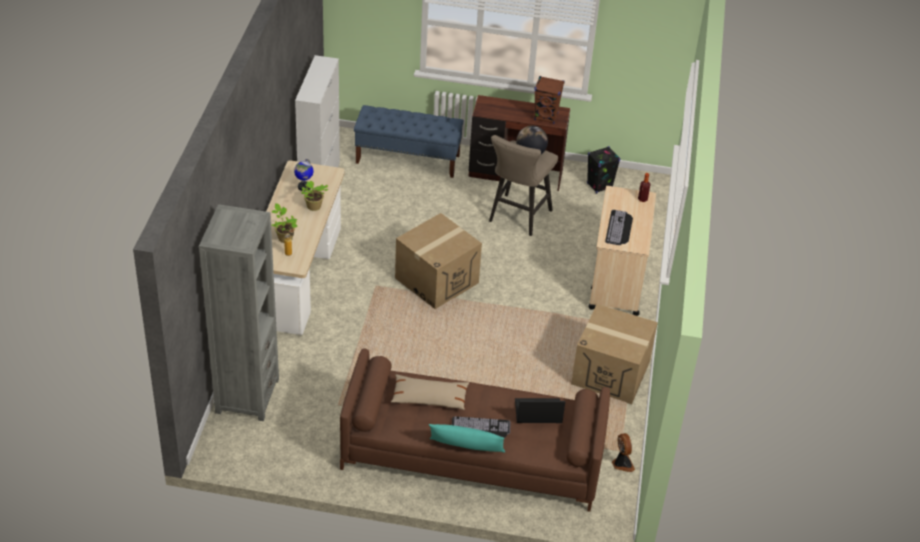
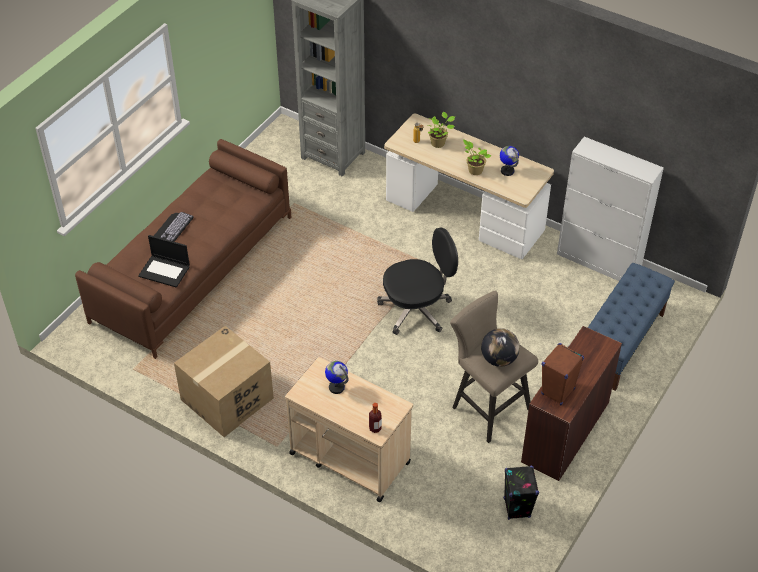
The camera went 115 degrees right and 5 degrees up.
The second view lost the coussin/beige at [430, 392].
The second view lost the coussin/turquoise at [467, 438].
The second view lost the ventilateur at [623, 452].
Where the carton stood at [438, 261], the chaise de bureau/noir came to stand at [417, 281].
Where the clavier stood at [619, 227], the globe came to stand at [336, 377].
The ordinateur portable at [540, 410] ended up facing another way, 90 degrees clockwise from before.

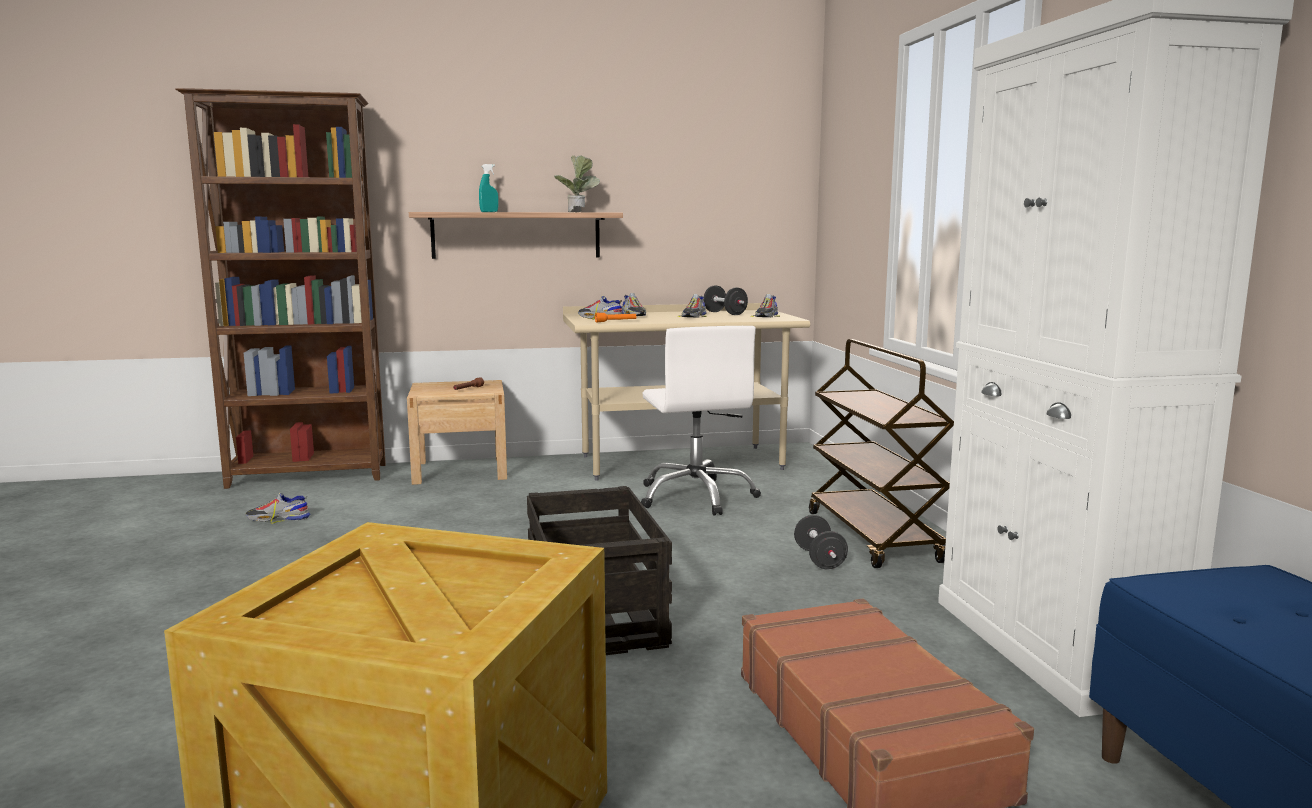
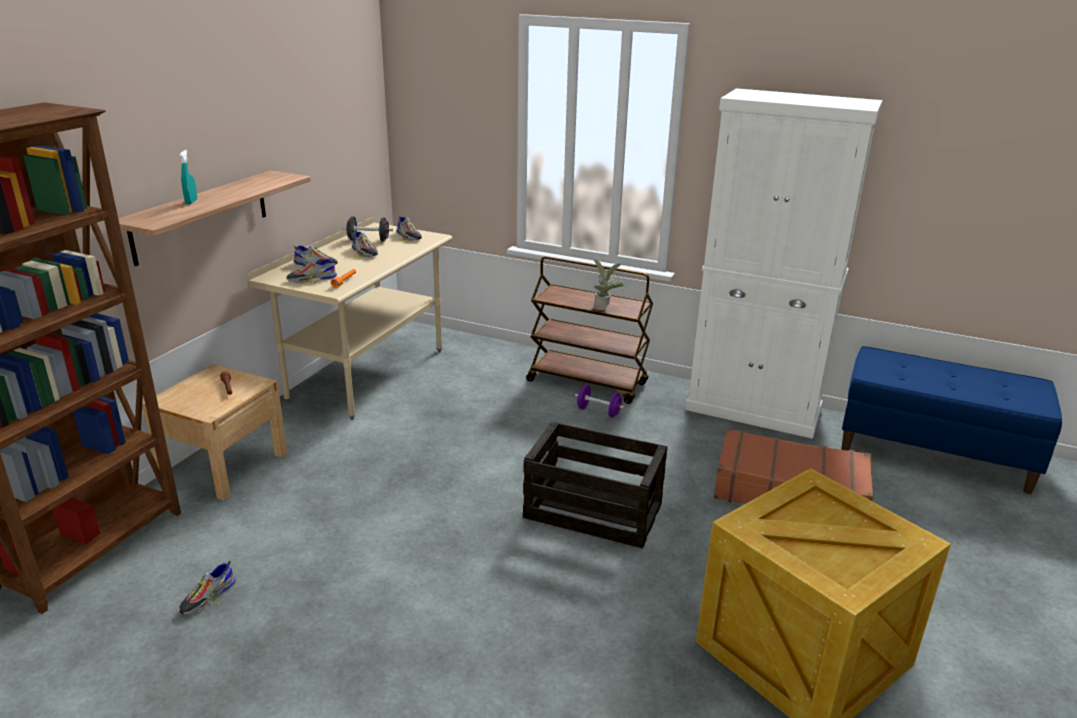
The camera went 55 degrees left and 15 degrees up.
The second view lost the chaise de bureau/blanc at [701, 421].
The plante en pot ended up elsewhere, having gone from [577, 183] to [609, 284].
What was the haltère/noir at [821, 542] turned into the haltère/violet at [600, 401].

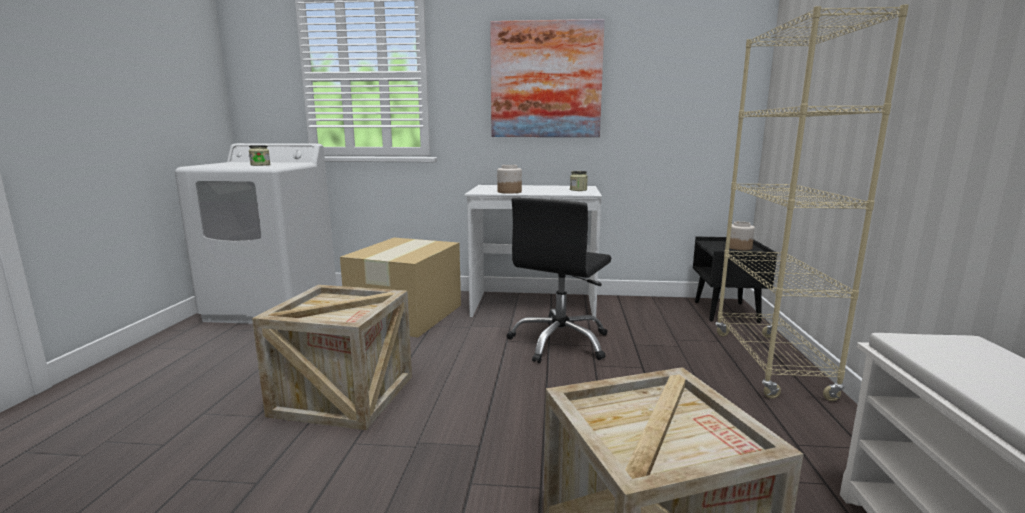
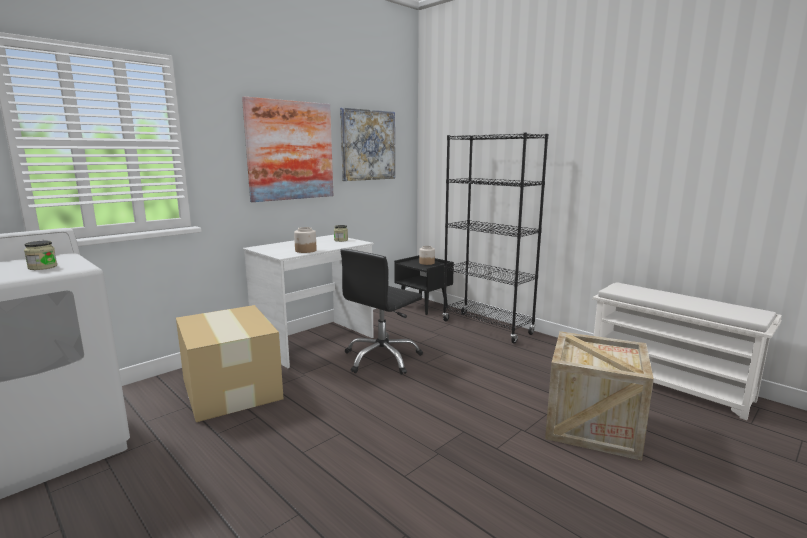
The camera went 50 degrees left and 0 degrees up.
The second view lost the caisse at [332, 357].
The second view gained the tableau at [367, 144].
What was the bibliothèque/beige at [812, 202] turned into the bibliothèque/noir at [495, 238].
The chaise de bureau/noir at [559, 280] ended up facing another way, 60 degrees clockwise from before.

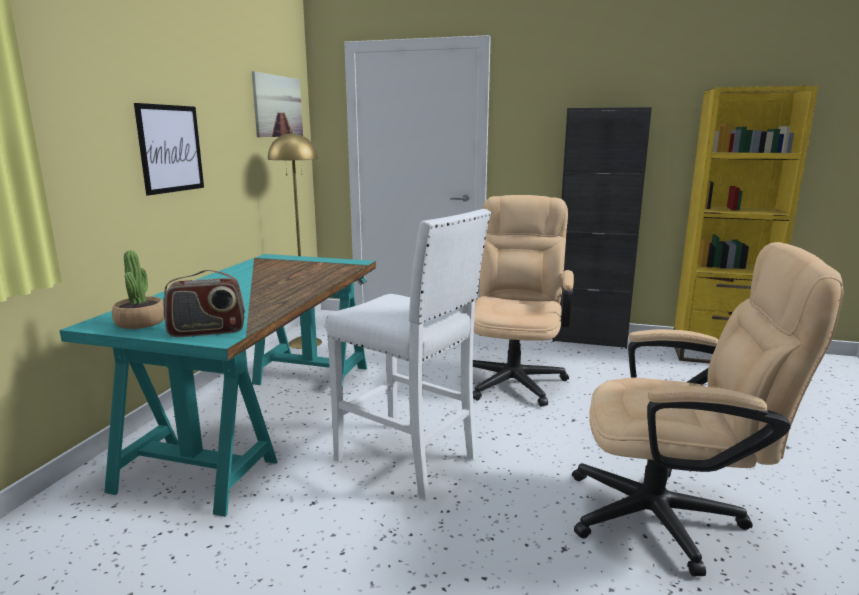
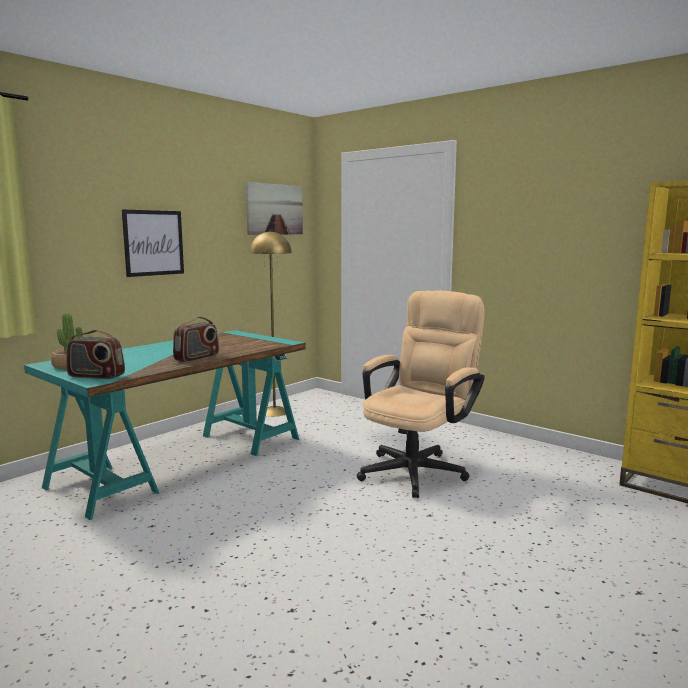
The camera went 25 degrees right and 5 degrees down.
The second view lost the tabouret/blanc at [408, 354].
The second view lost the meuble de rangement/noir at [602, 228].
The second view lost the chaise de bureau/beige at [708, 409].
The second view gained the radio at [196, 339].

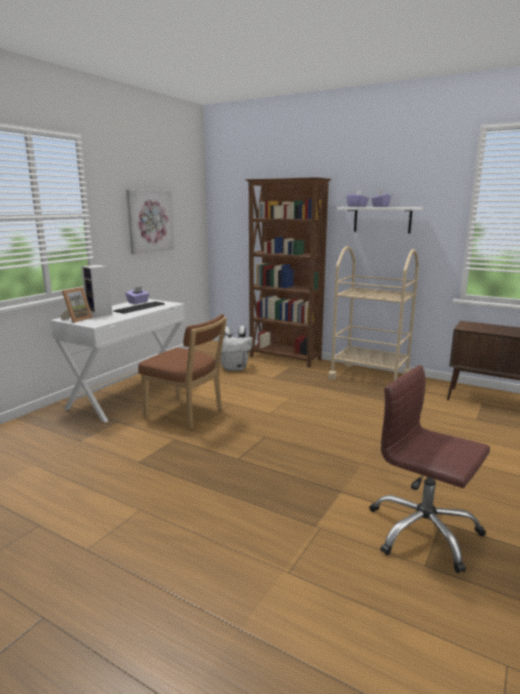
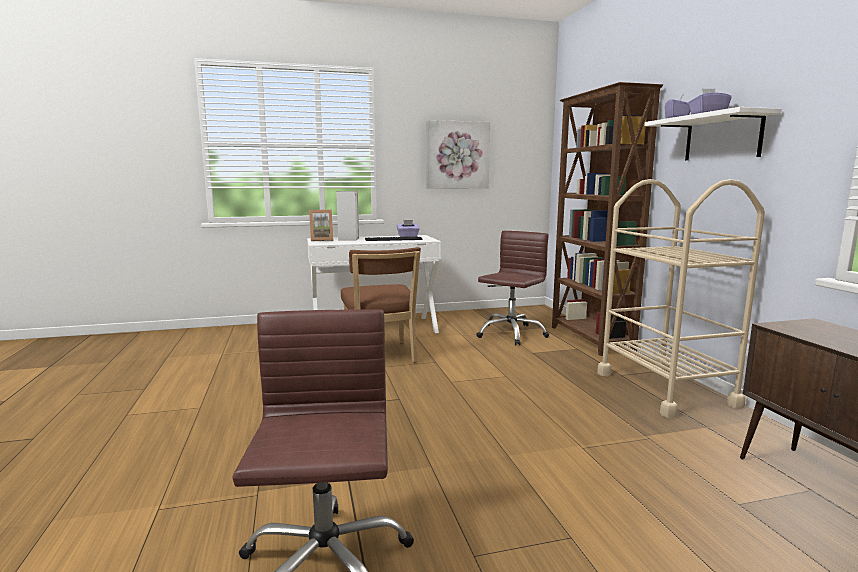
The camera went 45 degrees right and 5 degrees down.
Where the sac à dos/blanc stood at [235, 348], the chaise de bureau/marron came to stand at [512, 288].

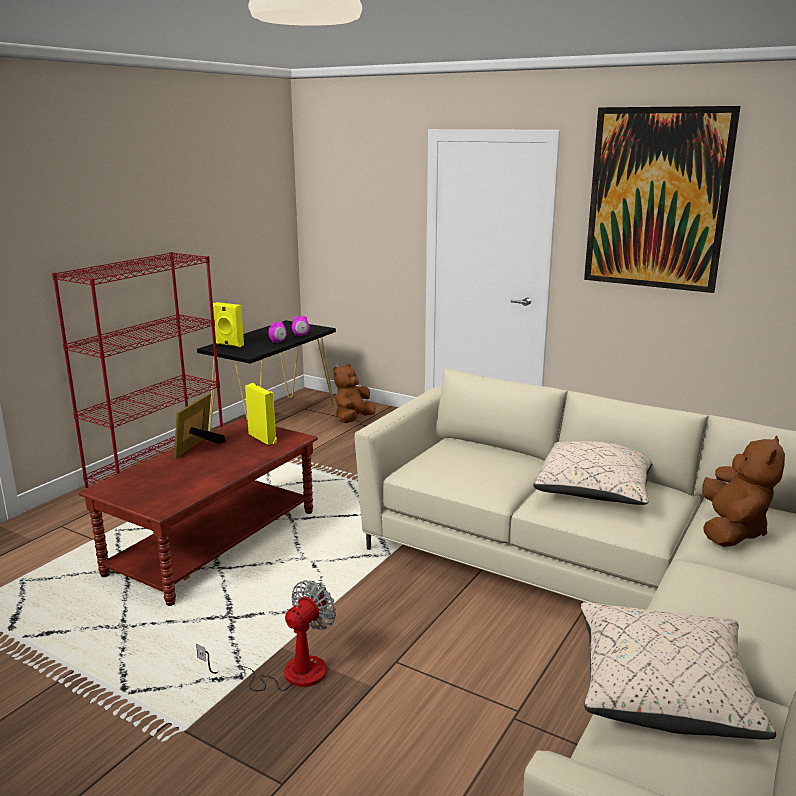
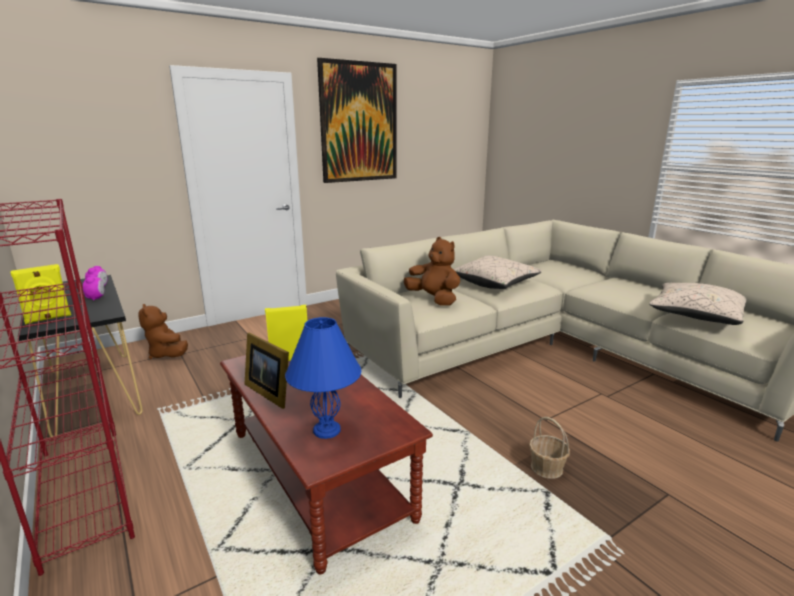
The camera went 65 degrees left and 0 degrees up.
The second view gained the lampe de table/bleu at [323, 378].
The peluche/marron ended up elsewhere, having gone from [743, 491] to [432, 271].
Where the ventilateur stood at [266, 636], the panier came to stand at [549, 448].

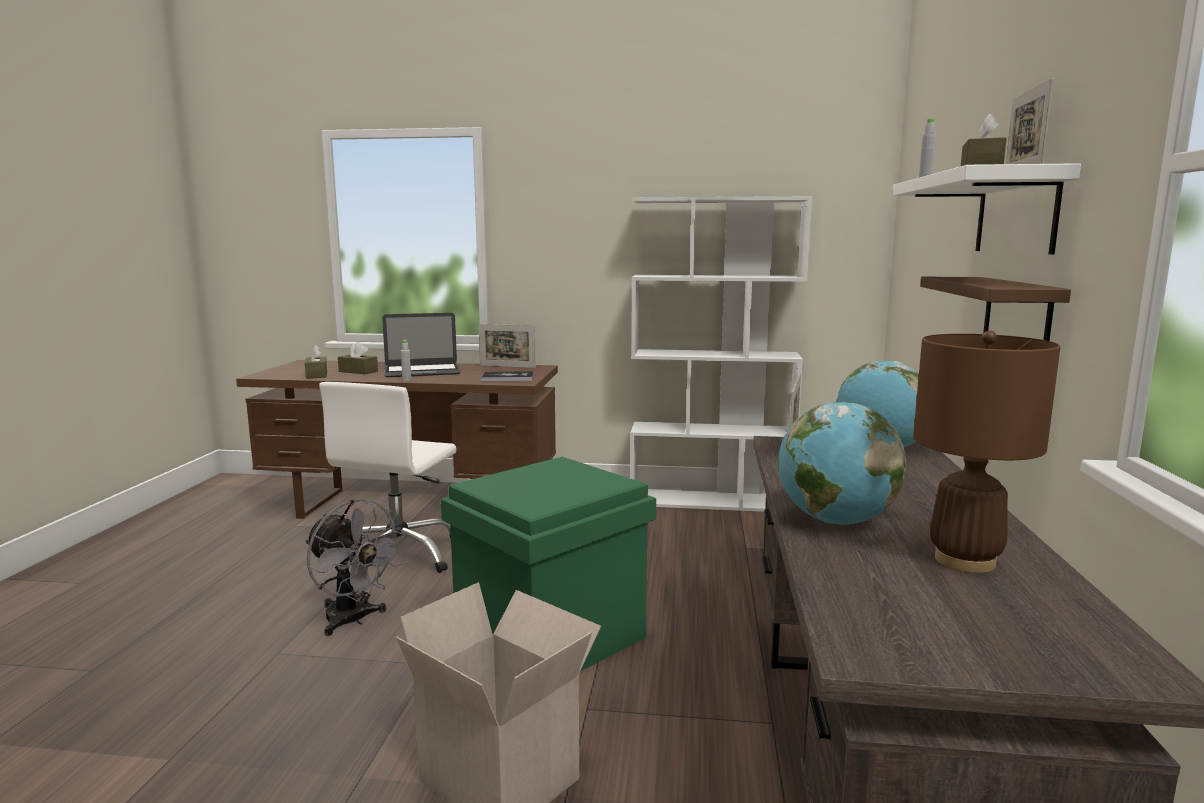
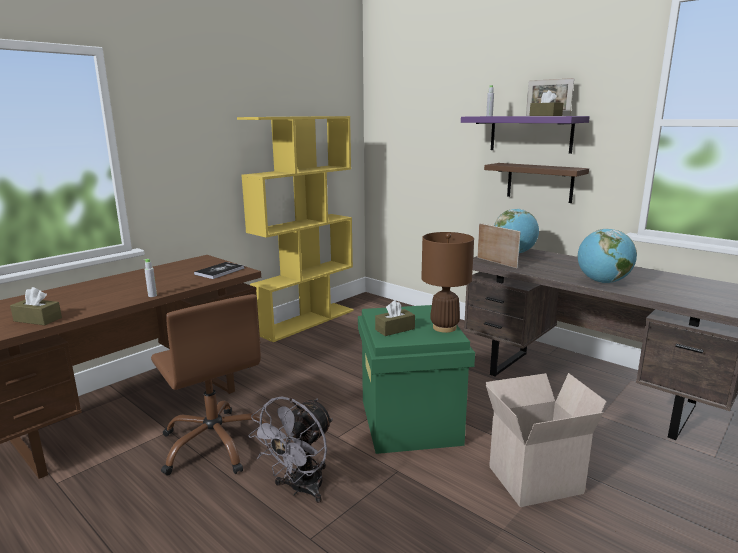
The camera went 55 degrees left and 5 degrees up.
The second view lost the ordinateur portable at [421, 345].
The second view lost the cadre photo at [507, 346].
The boîte à mouchoirs/marron ended up elsewhere, having gone from [358, 358] to [395, 318].
The lampe de table/marron ended up elsewhere, having gone from [987, 452] to [447, 282].
What was the chaise de bureau/blanc at [388, 477] turned into the chaise de bureau/marron at [209, 385].
What was the bibliothèque/blanc at [721, 354] turned into the bibliothèque/jaune at [295, 229].
What was the étagère/blanc at [986, 209] turned into the étagère/violet at [525, 135].
The ventilateur/gris at [356, 567] ended up facing another way, 135 degrees clockwise from before.

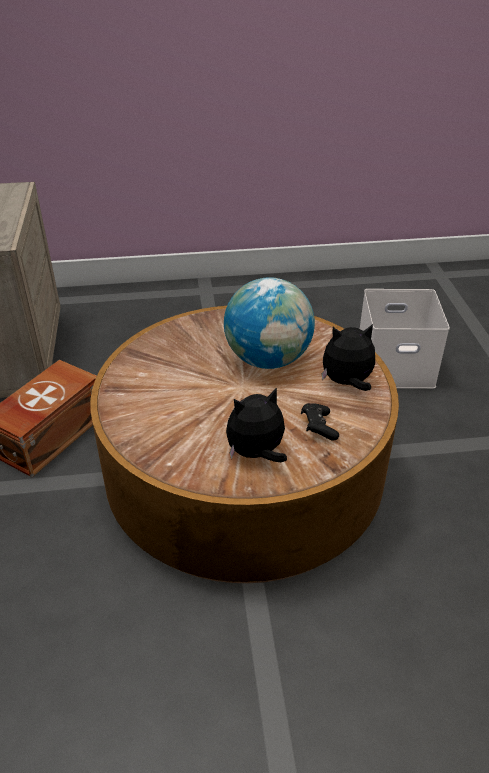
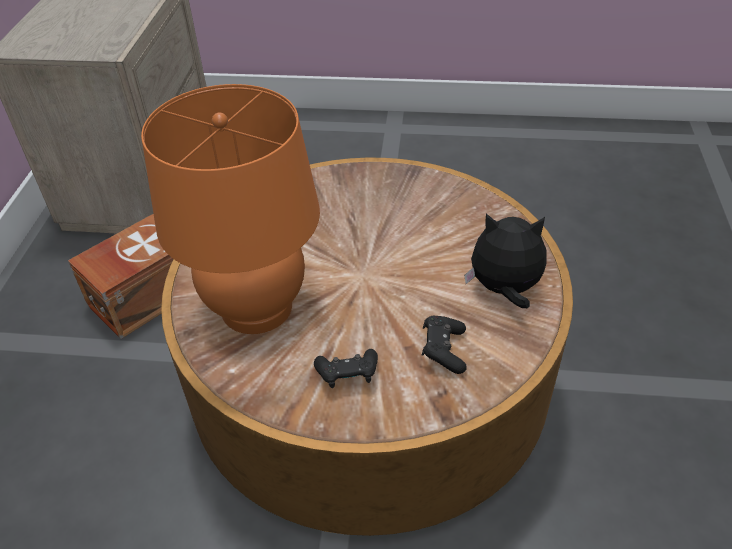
The camera went 15 degrees right and 5 degrees up.
The second view lost the globe at [269, 323].
The second view lost the boîte de rangement/blanc at [405, 339].
The second view gained the lampe de table/orange at [230, 209].
Where the peluche stood at [256, 424], the manette/noir came to stand at [346, 368].

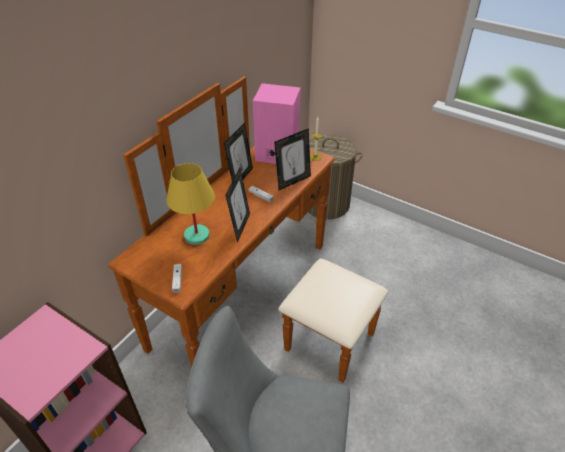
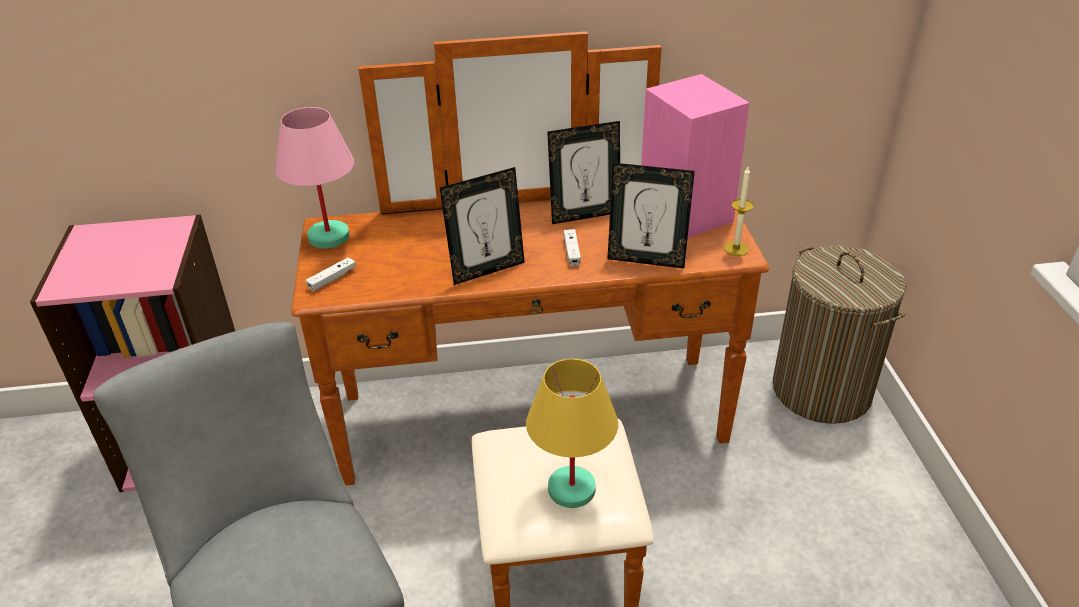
The camera went 50 degrees right and 5 degrees down.
The second view gained the lampe de table/rose at [314, 178].
The lampe de table/jaune ended up elsewhere, having gone from [190, 204] to [572, 433].

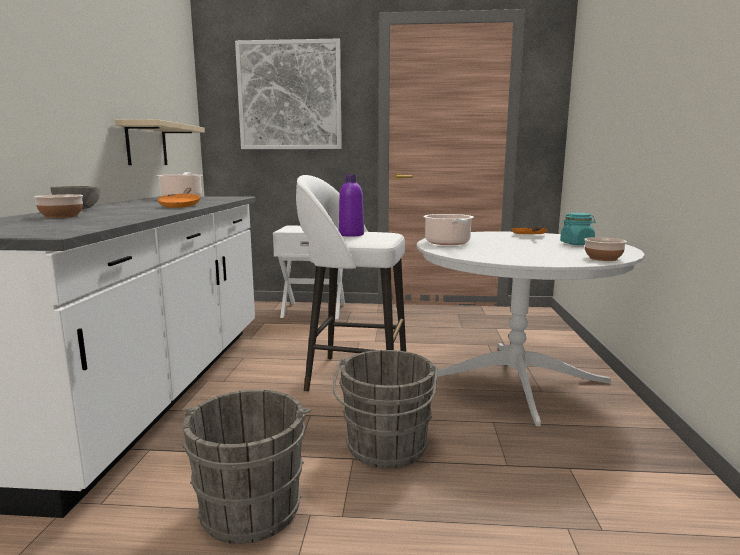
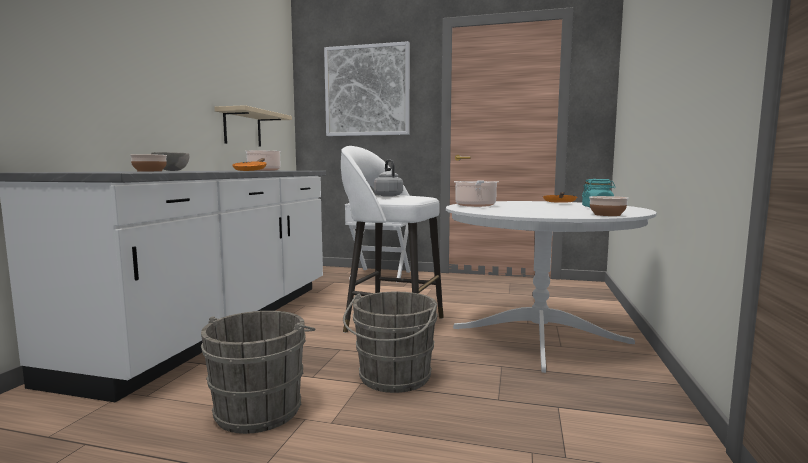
The camera went 10 degrees right and 5 degrees down.
Where the bouteille/violet stood at [351, 206], the bouilloire/gris came to stand at [388, 178].

